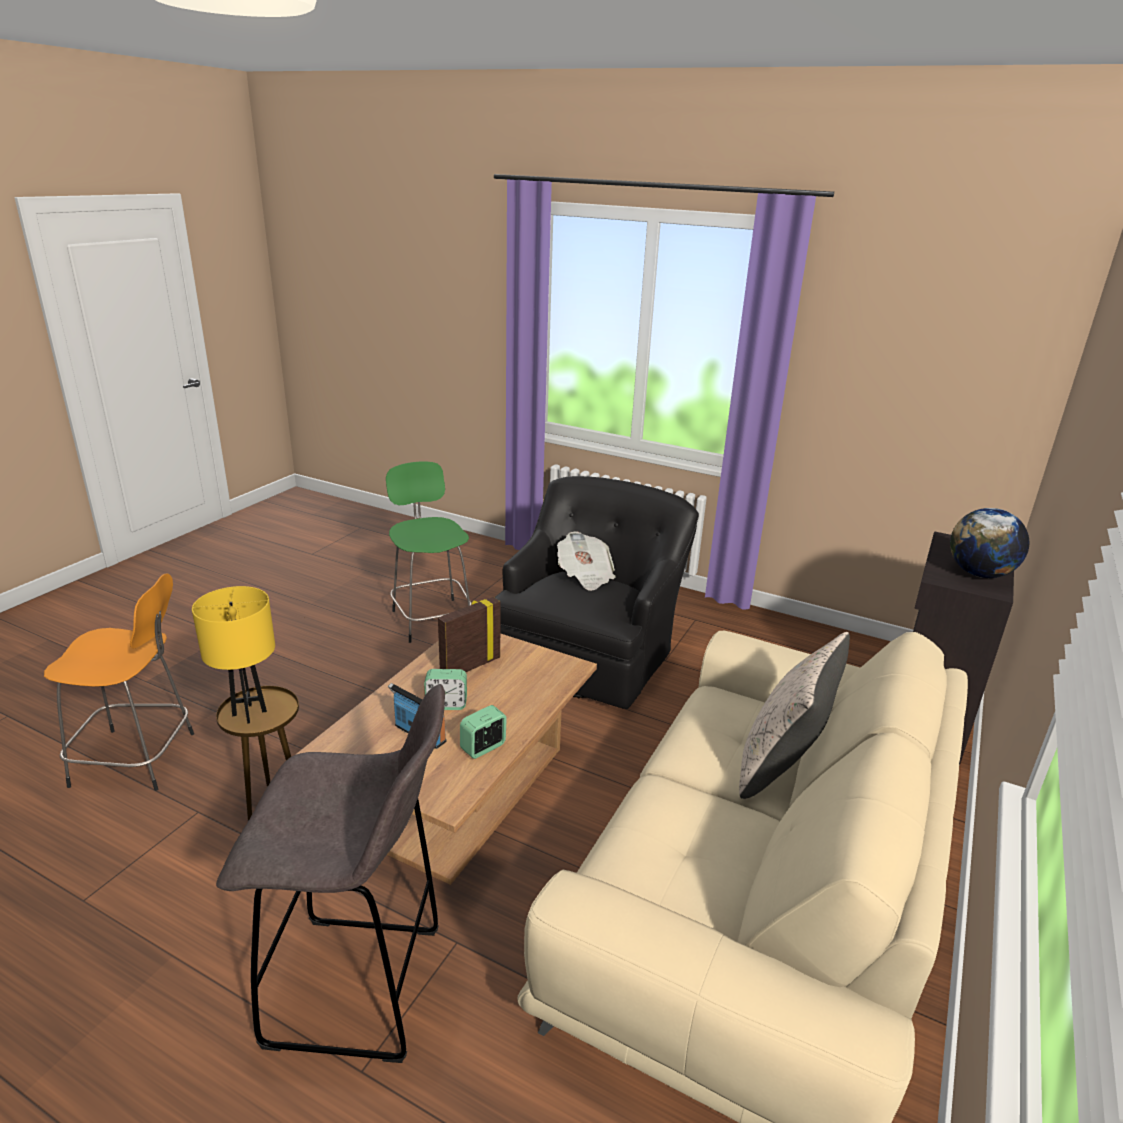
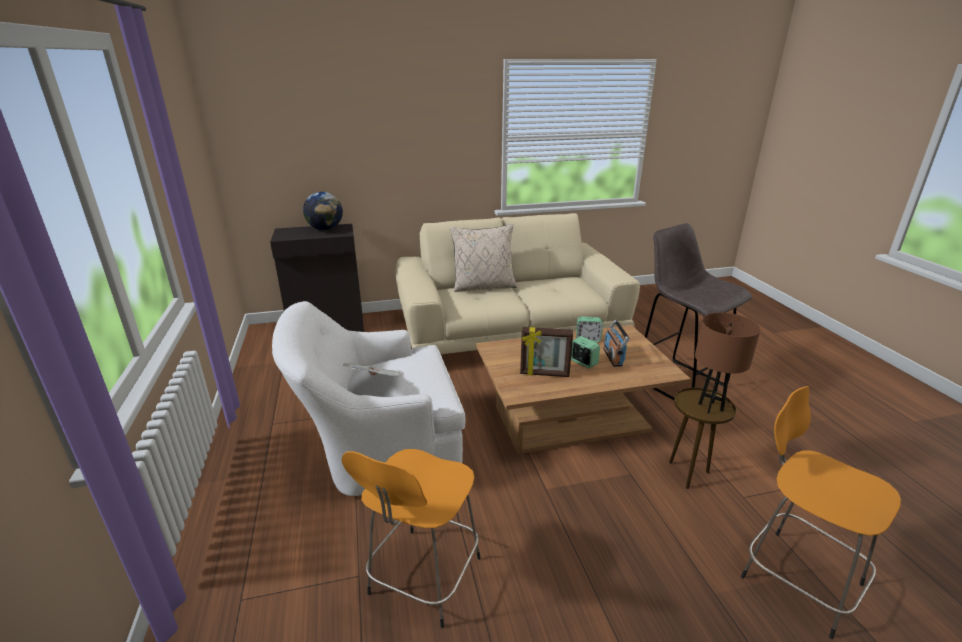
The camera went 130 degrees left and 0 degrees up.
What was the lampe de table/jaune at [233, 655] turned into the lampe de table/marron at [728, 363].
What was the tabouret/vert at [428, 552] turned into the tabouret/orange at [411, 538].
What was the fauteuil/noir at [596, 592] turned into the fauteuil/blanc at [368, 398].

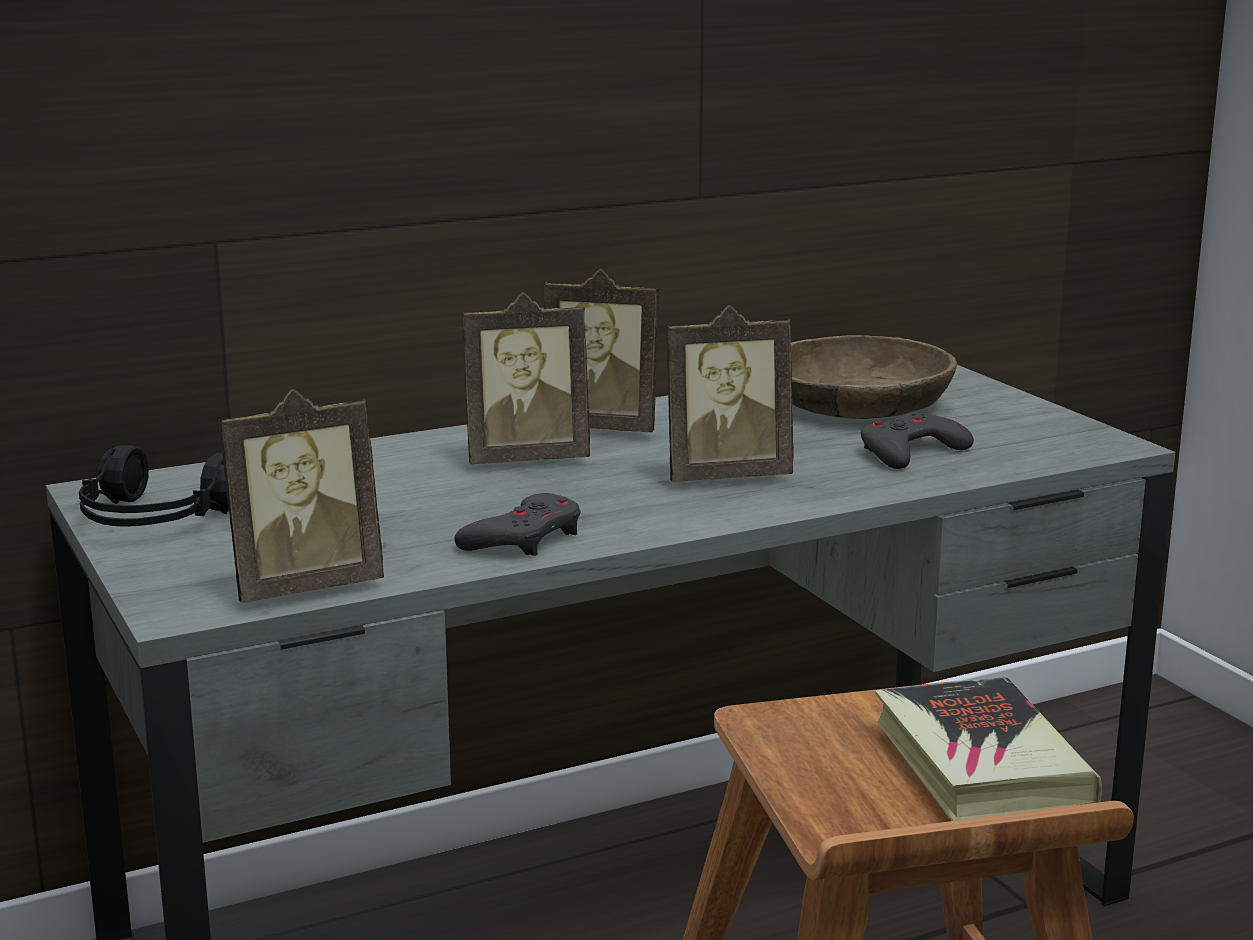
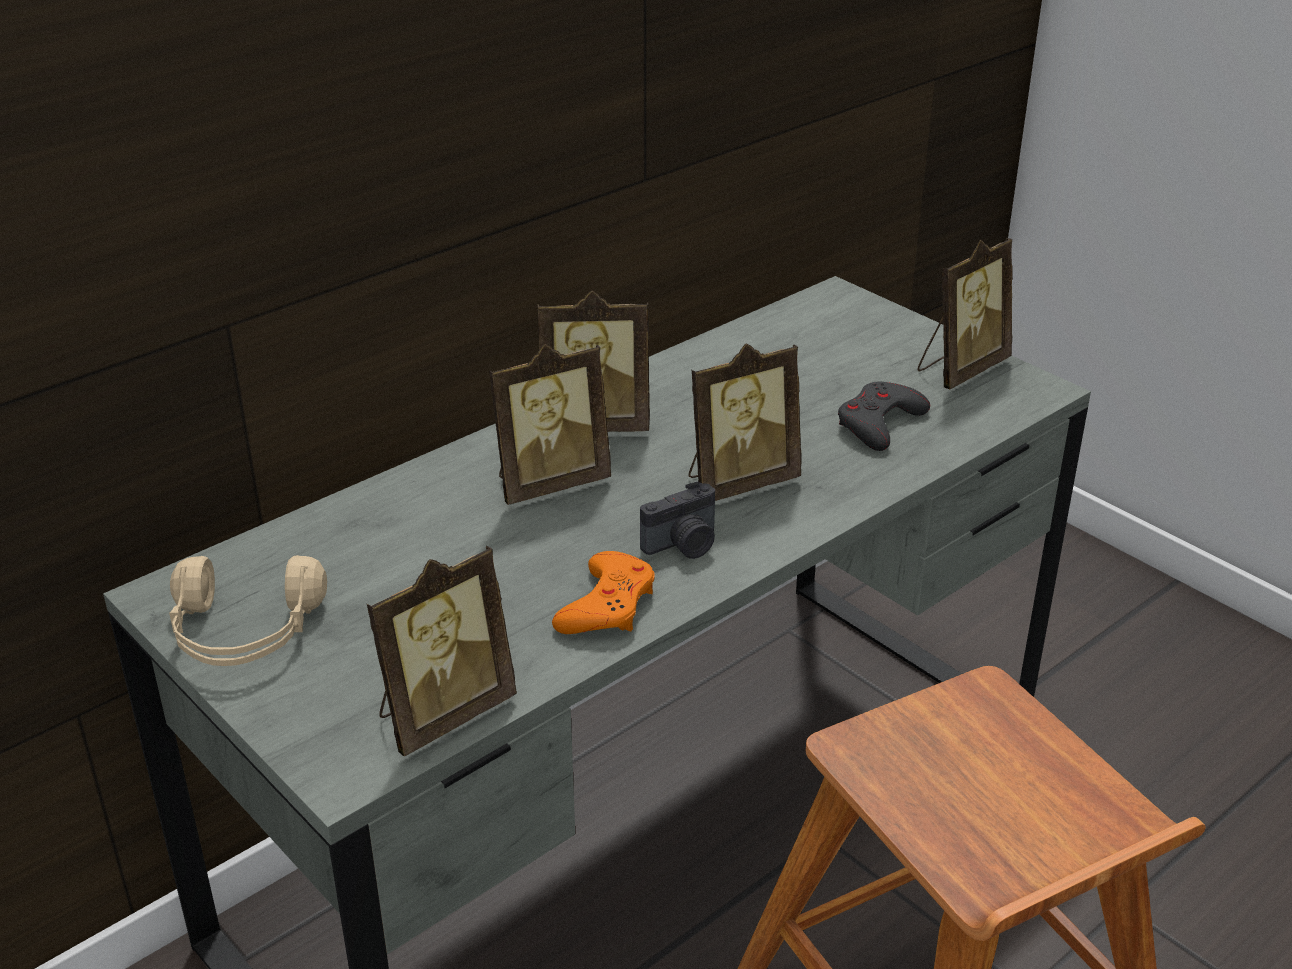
The camera went 15 degrees left and 15 degrees up.
The second view lost the bol/marron at [873, 377].
The second view lost the livre at [988, 749].
The second view gained the appareil photo at [677, 520].
The second view gained the cadre photo at [965, 313].
What was the casque audio/noir at [154, 486] turned into the casque audio/beige at [248, 610].
What was the manette/gris at [517, 524] turned into the manette/orange at [603, 592].

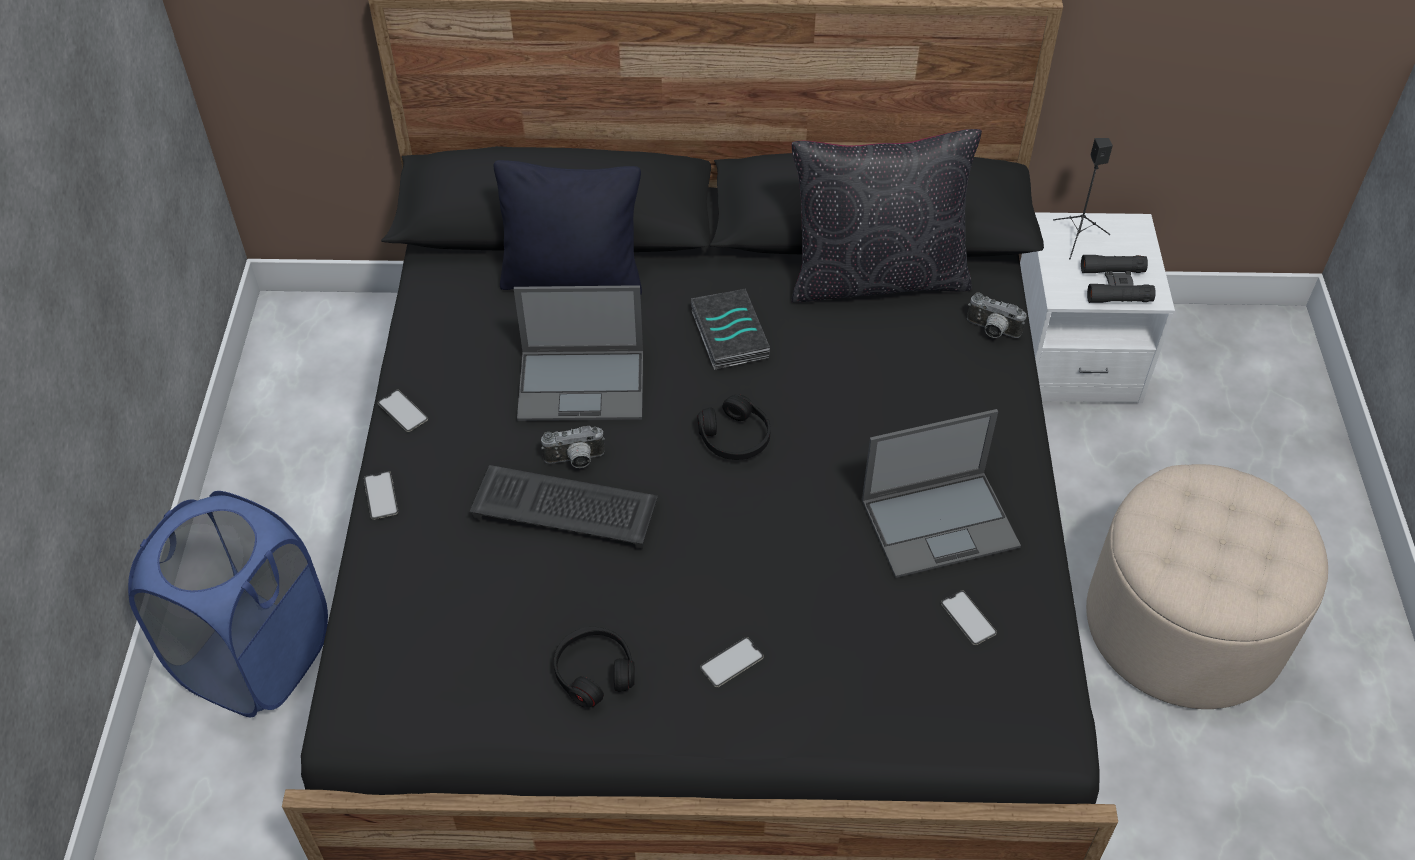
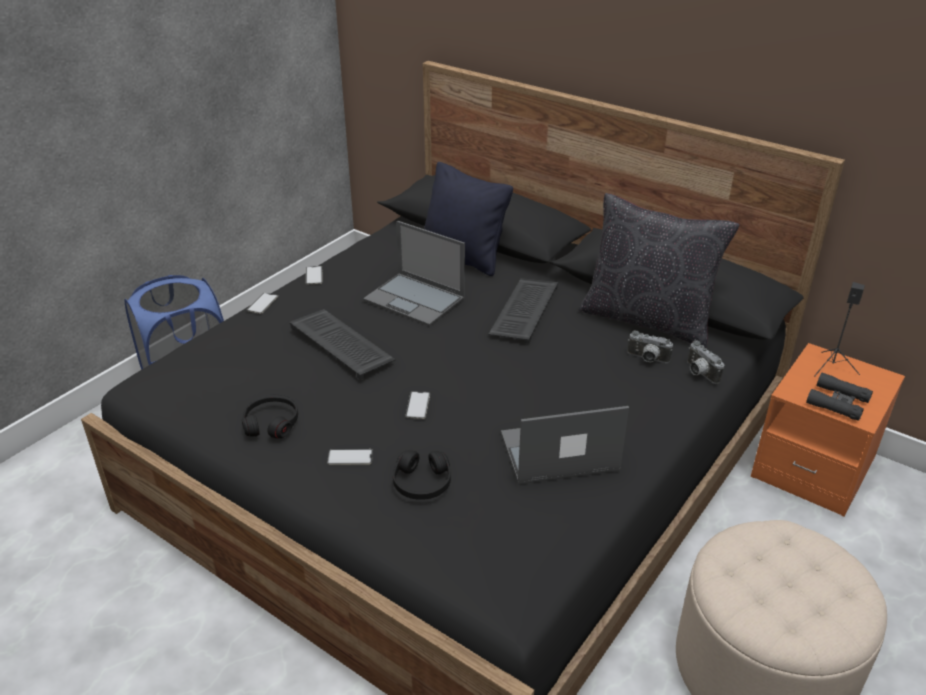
The camera went 35 degrees right and 15 degrees down.
The appareil photo ended up elsewhere, having gone from [573, 447] to [650, 346].
The casque audio/noir ended up elsewhere, having gone from [734, 427] to [422, 475].
The téléphone ended up elsewhere, having gone from [969, 617] to [417, 405].
Where the livre stood at [730, 329], the clavier came to stand at [523, 311].
What was the table de chevet/blanc at [1097, 307] turned into the table de chevet/orange at [827, 430].
The ordinateur portable at [941, 493] ended up facing another way, 150 degrees clockwise from before.

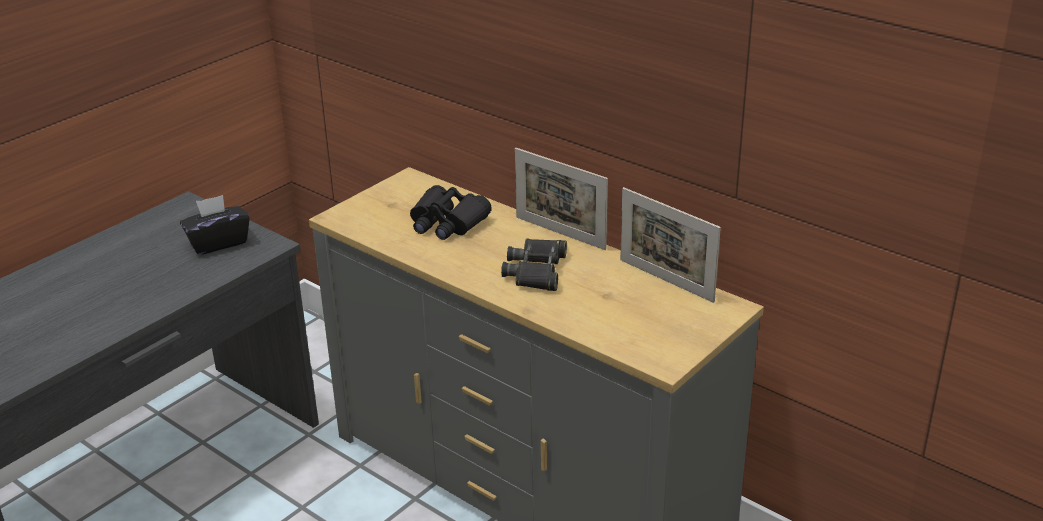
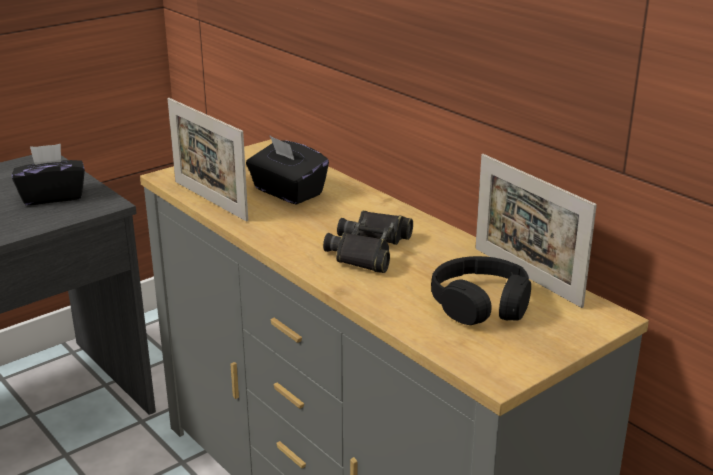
The camera went 10 degrees right and 5 degrees down.
The second view gained the casque audio/noir at [481, 290].
The cadre photo ended up elsewhere, having gone from [561, 199] to [208, 160].
Where the jumelles/noir stood at [451, 212], the boîte à mouchoirs/noir came to stand at [287, 170].

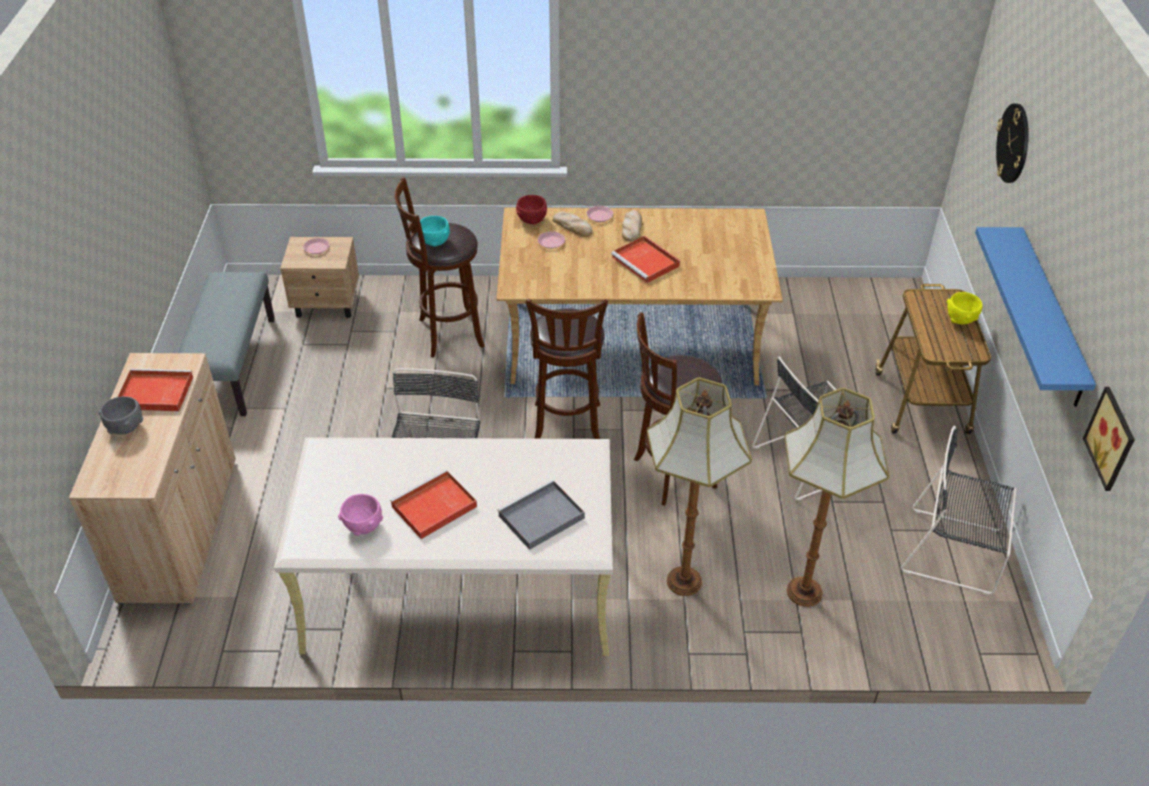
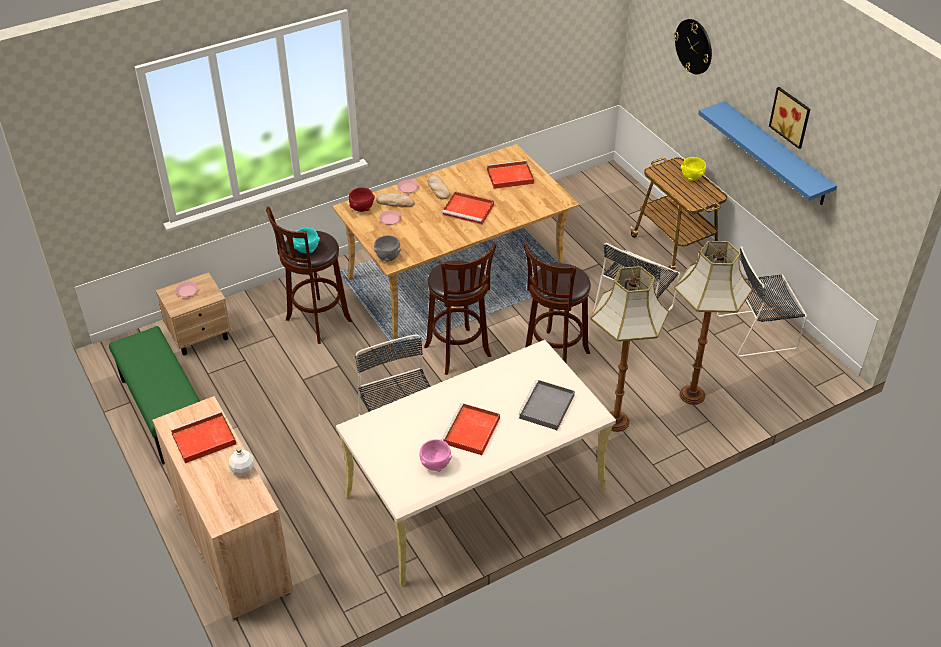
The camera went 30 degrees left and 0 degrees up.
The second view gained the bouteille/blanc at [241, 461].
The second view gained the plateau/rouge at [510, 174].
The bol/gris ended up elsewhere, having gone from [121, 415] to [387, 248].
The tableau ended up elsewhere, having gone from [1109, 439] to [789, 118].
What was the banc/gris at [226, 344] turned into the banc/vert at [154, 395].

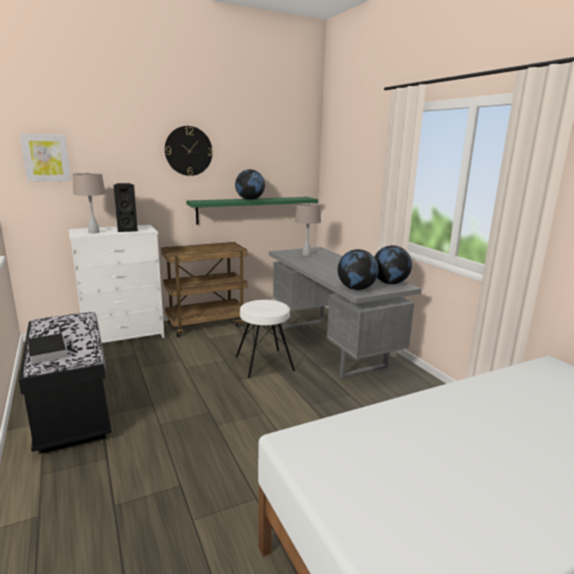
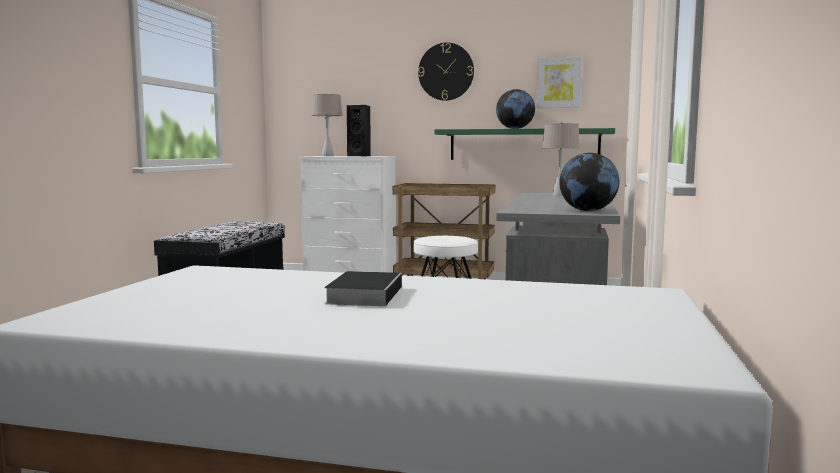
The camera went 40 degrees right and 10 degrees down.
The second view lost the globe at [358, 269].
The tableau ended up elsewhere, having gone from [45, 157] to [559, 82].
The livre ended up elsewhere, having gone from [48, 348] to [363, 288].

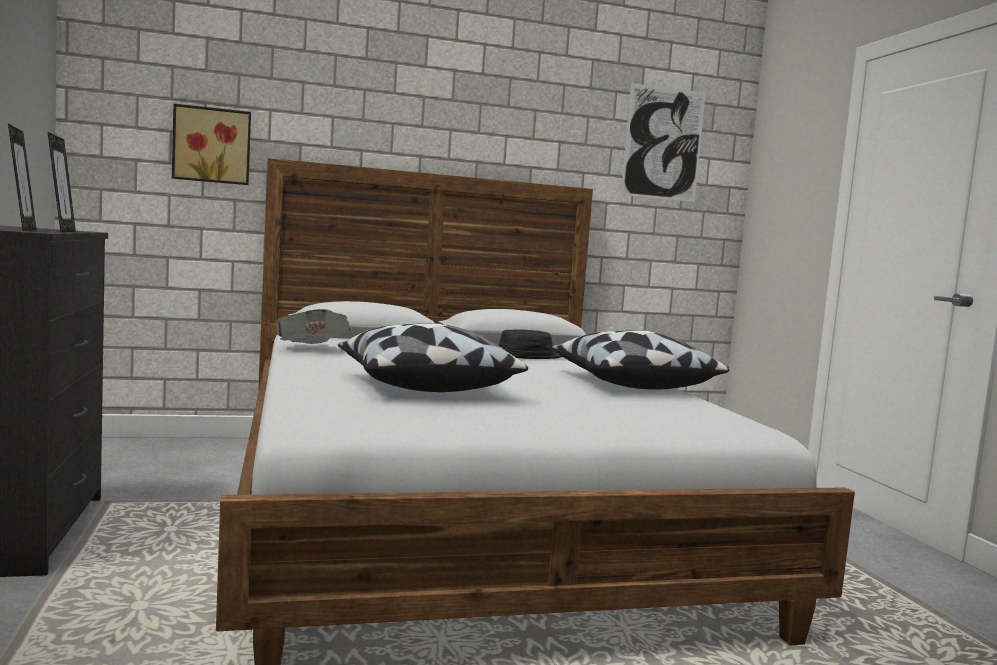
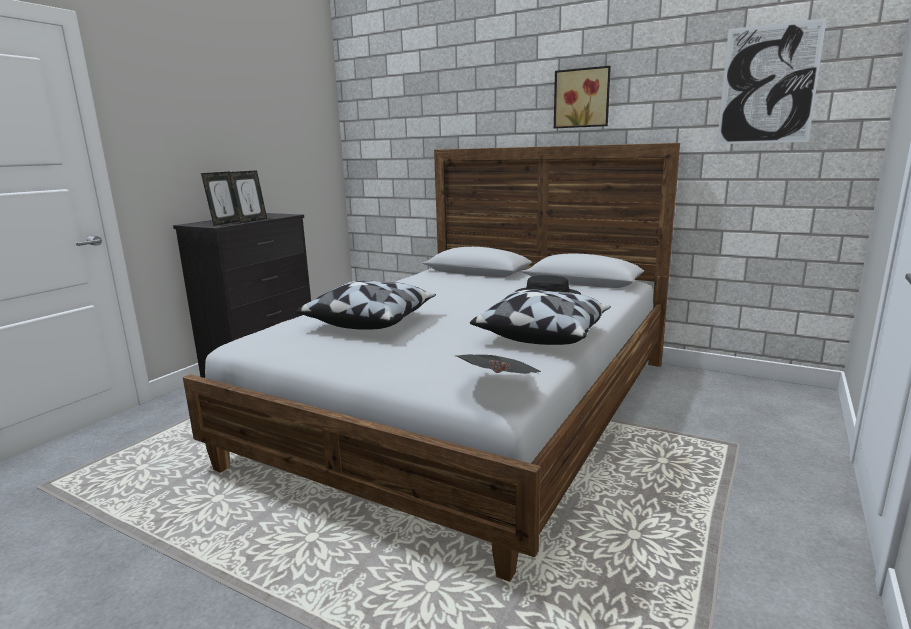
The camera went 45 degrees right and 10 degrees up.
The tableau ended up elsewhere, having gone from [211, 144] to [582, 97].
The journal ended up elsewhere, having gone from [313, 326] to [498, 364].

